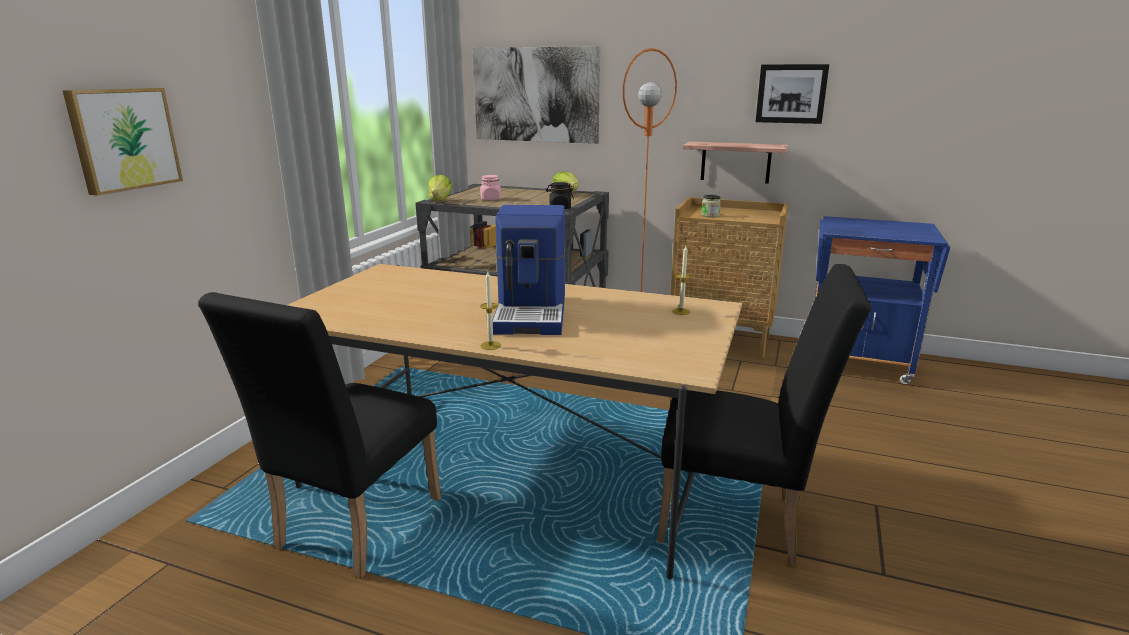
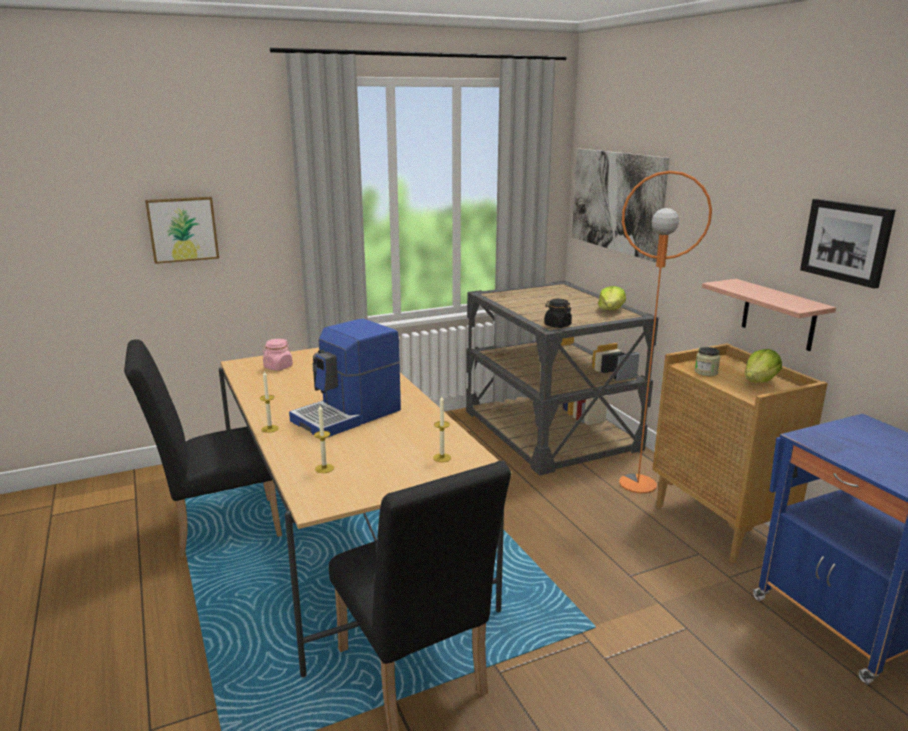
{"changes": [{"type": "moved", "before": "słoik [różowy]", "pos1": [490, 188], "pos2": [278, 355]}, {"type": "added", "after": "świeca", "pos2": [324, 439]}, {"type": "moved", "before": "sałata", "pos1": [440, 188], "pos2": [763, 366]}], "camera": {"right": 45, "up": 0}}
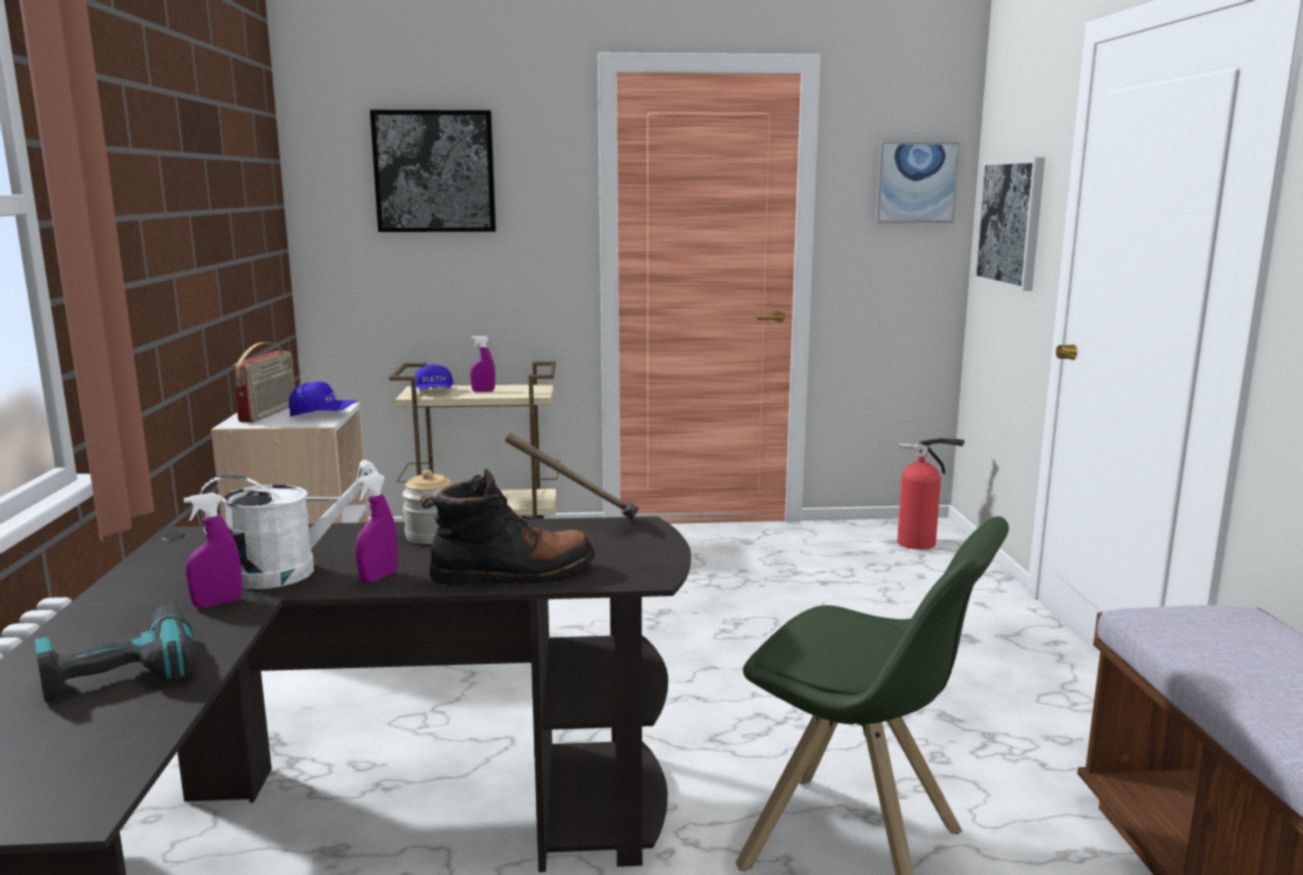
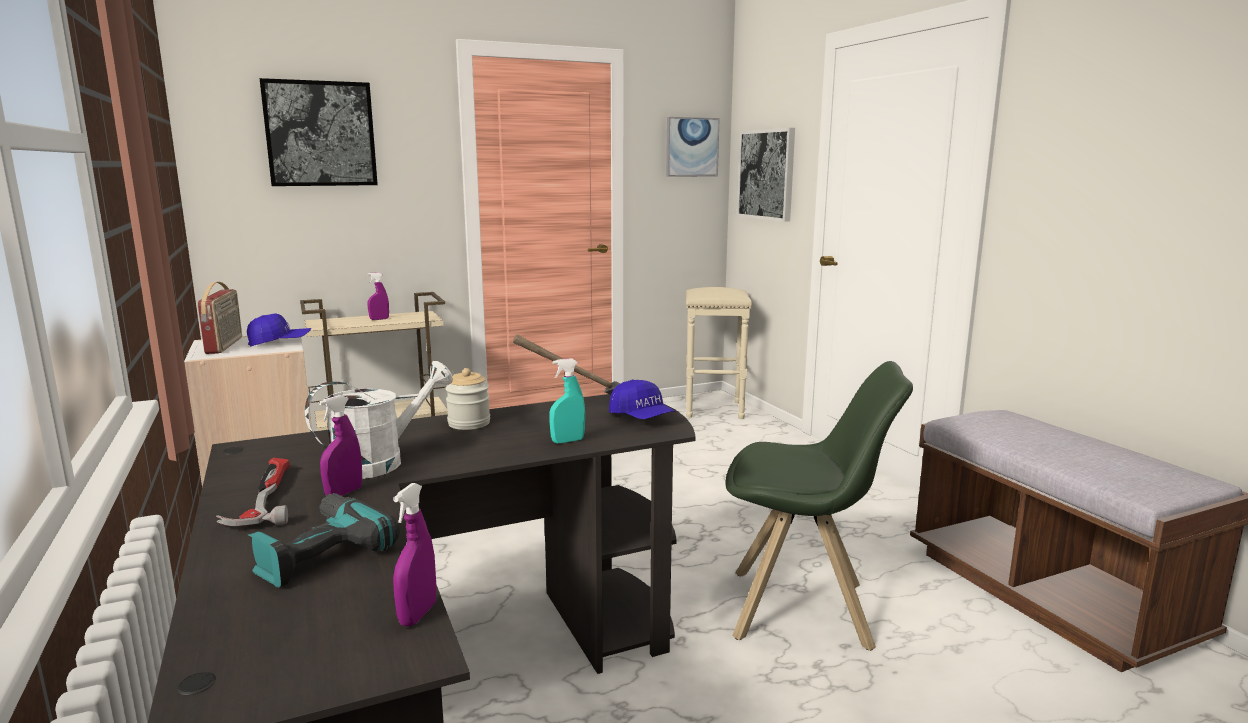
{"changes": [{"type": "added", "after": "młotek", "pos2": [253, 492]}, {"type": "moved", "before": "spryskiwacz [fioletowy]", "pos1": [376, 528], "pos2": [415, 554]}, {"type": "replaced", "before": "but z cholewką [czarny]", "after": "spryskiwacz [turkusowy]", "pos1": [507, 528], "pos2": [567, 400]}, {"type": "moved", "before": "czapka z daszkiem [niebieski]", "pos1": [434, 377], "pos2": [642, 399]}, {"type": "replaced", "before": "gaśnica", "after": "stołek [beżowy]", "pos1": [931, 494], "pos2": [719, 353]}], "camera": {"right": -20, "up": 0}}
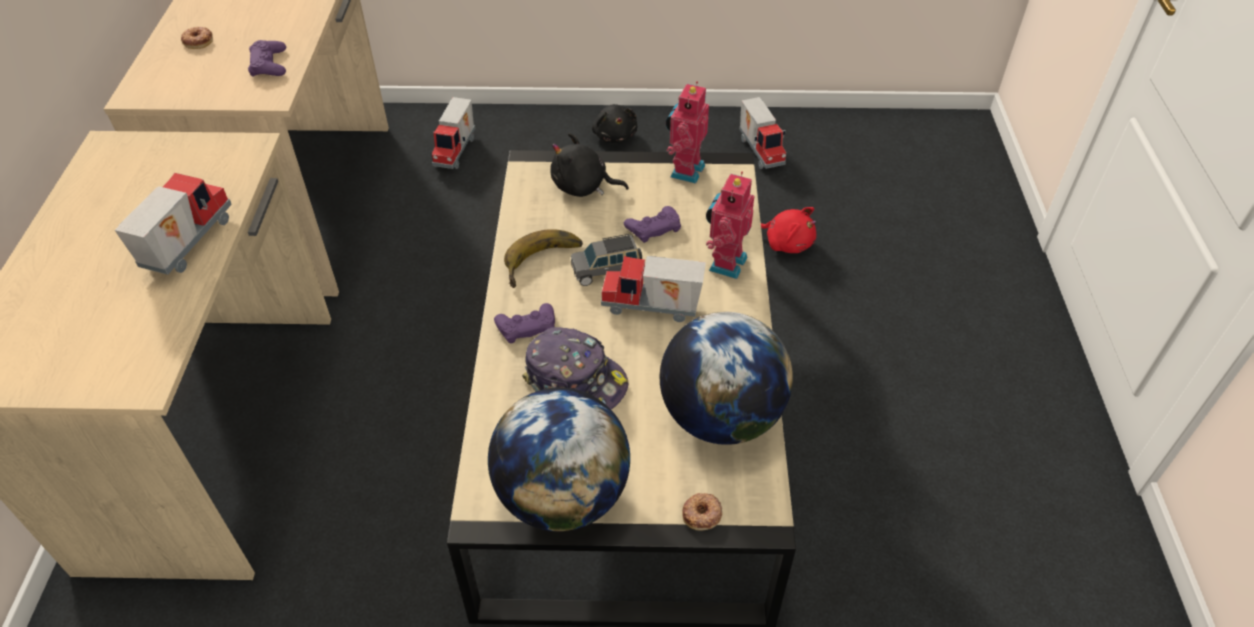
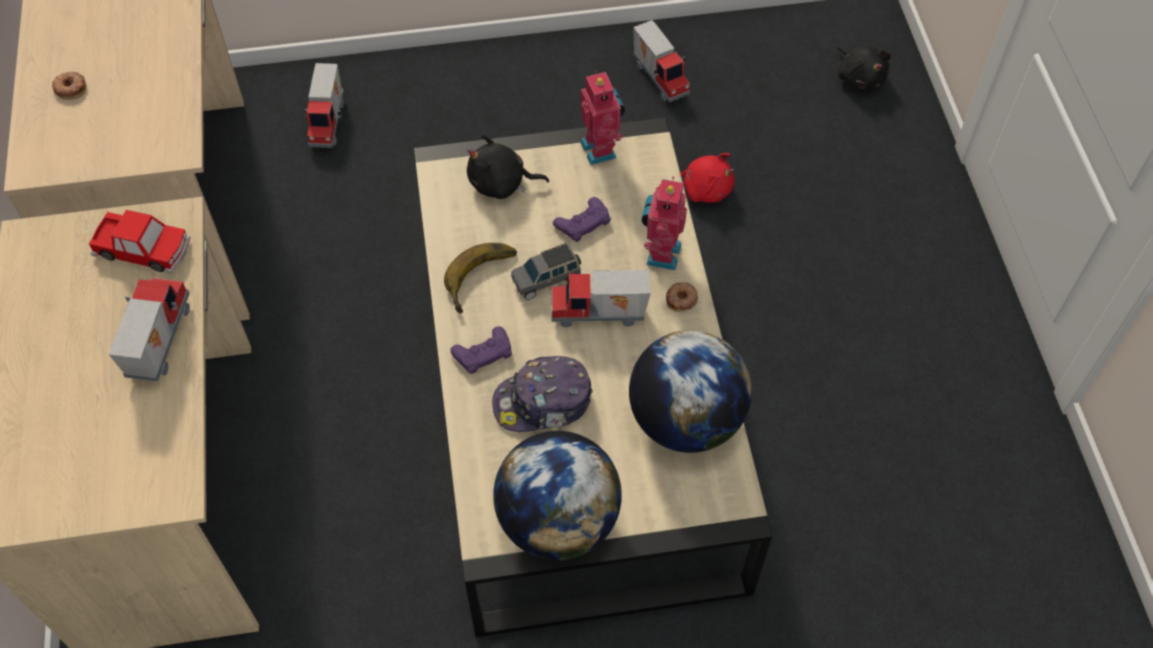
{"changes": [{"type": "added", "after": "samochodzik", "pos2": [139, 242]}, {"type": "turned", "before": "czapka z daszkiem", "pos1": [575, 368], "pos2": [542, 394], "turn": 150}, {"type": "turned", "before": "robot zabawkowy", "pos1": [687, 132], "pos2": [602, 117], "turn": 150}, {"type": "moved", "before": "donut", "pos1": [702, 512], "pos2": [682, 297]}, {"type": "moved", "before": "pluszak [czarny]", "pos1": [614, 123], "pos2": [864, 68]}, {"type": "removed", "before": "pad do gier [fioletowy]", "pos1": [267, 58]}], "camera": {"right": -10, "up": 10}}
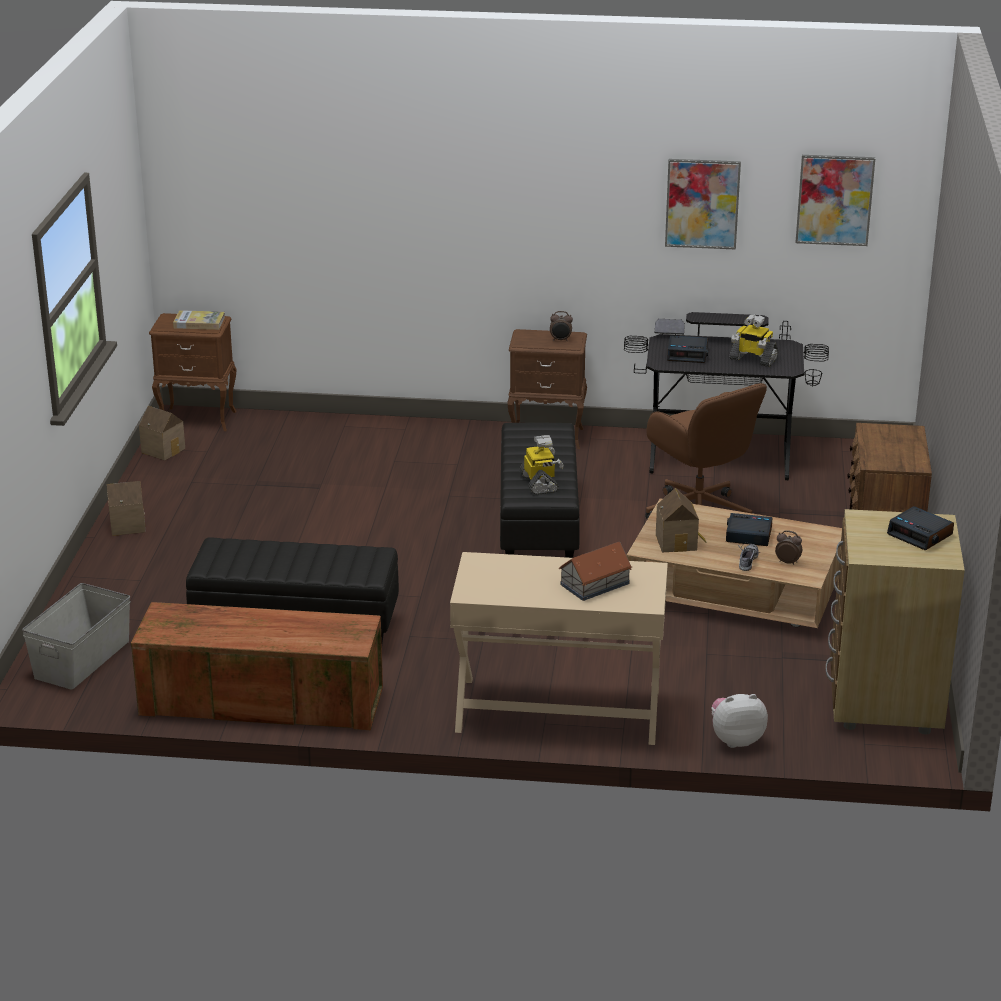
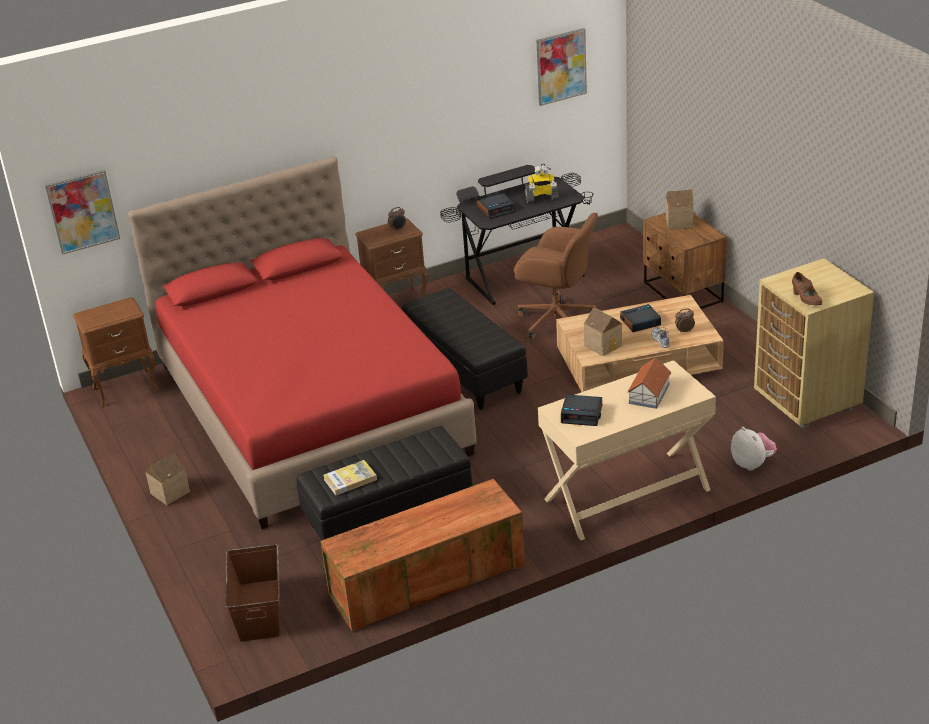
{"changes": [{"type": "moved", "before": "obraz", "pos1": [703, 204], "pos2": [82, 212]}, {"type": "added", "after": "łóżko [czerwony]", "pos2": [302, 343]}, {"type": "recoloured", "before": "pojemnik do przechowywania [szary]", "after": "pojemnik do przechowywania [brązowy]", "pos1": [76, 636], "pos2": [253, 593]}, {"type": "moved", "before": "książka", "pos1": [199, 320], "pos2": [350, 477]}, {"type": "moved", "before": "budzik", "pos1": [920, 528], "pos2": [581, 410]}, {"type": "moved", "before": "domek", "pos1": [162, 433], "pos2": [680, 210]}, {"type": "turned", "before": "pluszak", "pos1": [740, 721], "pos2": [754, 449], "turn": 105}, {"type": "added", "after": "but [brązowy]", "pos2": [807, 288]}, {"type": "removed", "before": "robot zabawkowy", "pos1": [541, 465]}], "camera": {"right": -30, "up": 5}}
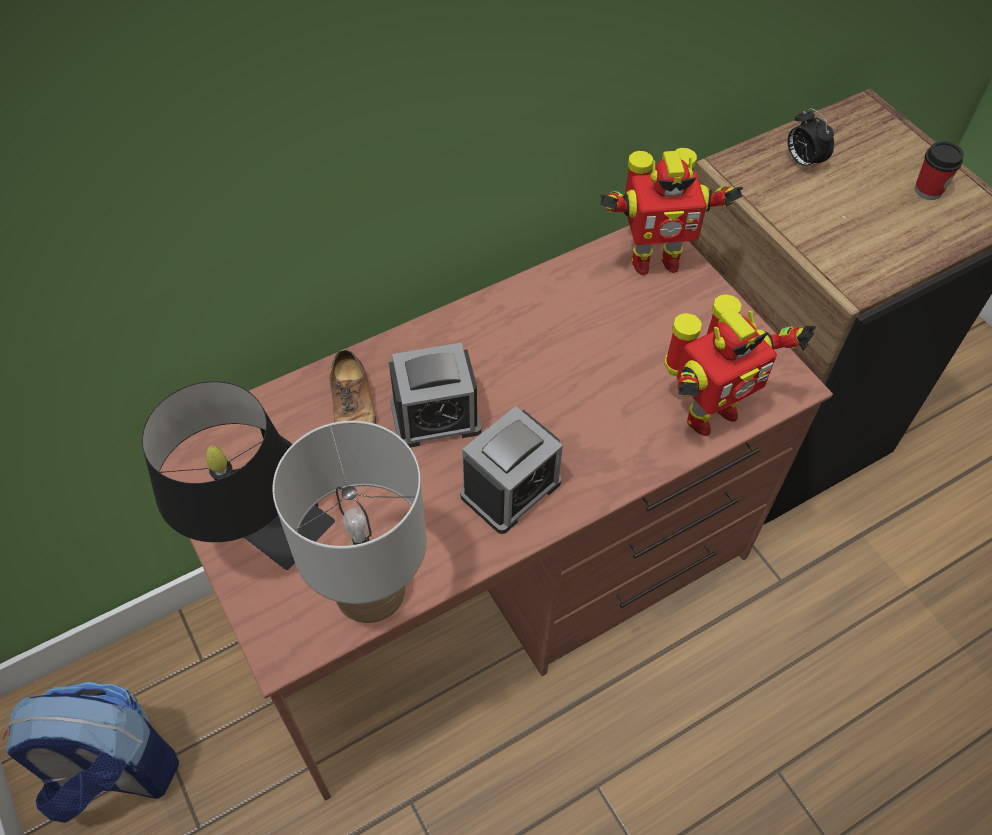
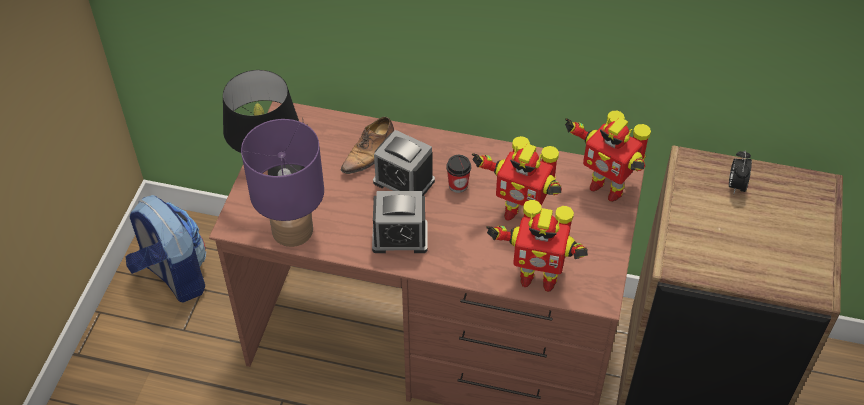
{"changes": [{"type": "recoloured", "before": "lampa stołowa [szary]", "after": "lampa stołowa [fioletowy]", "pos1": [349, 522], "pos2": [282, 183]}, {"type": "moved", "before": "filiżanka", "pos1": [939, 170], "pos2": [458, 174]}, {"type": "added", "after": "robot zabawkowy", "pos2": [517, 178]}], "camera": {"right": 45, "up": -5}}
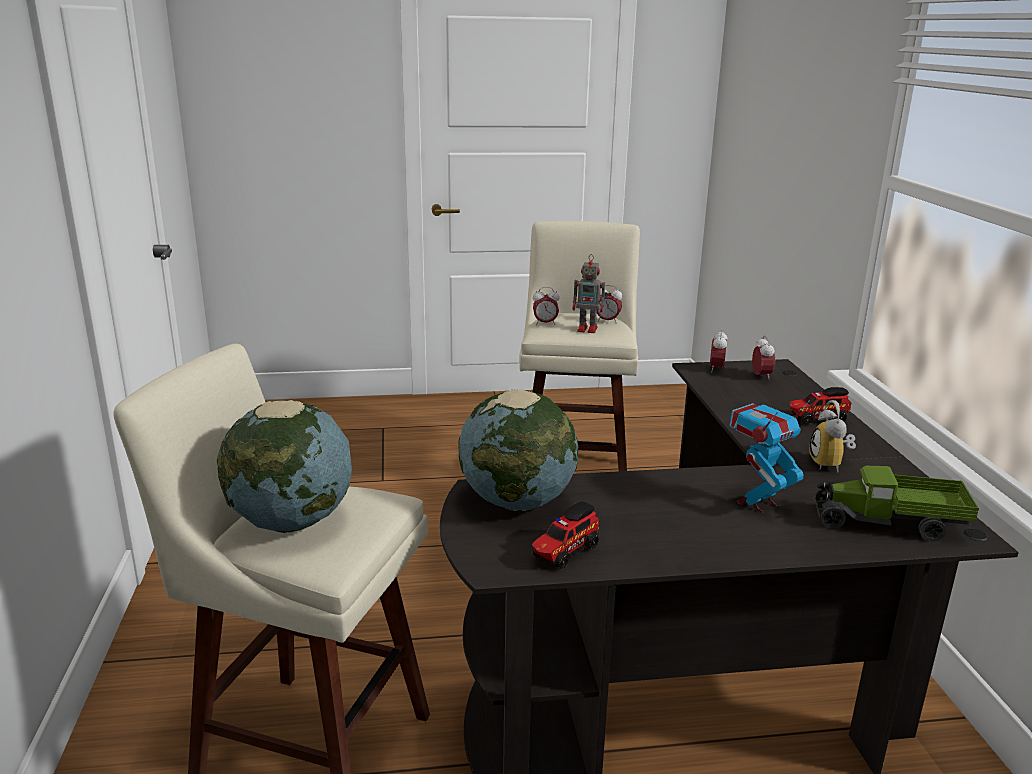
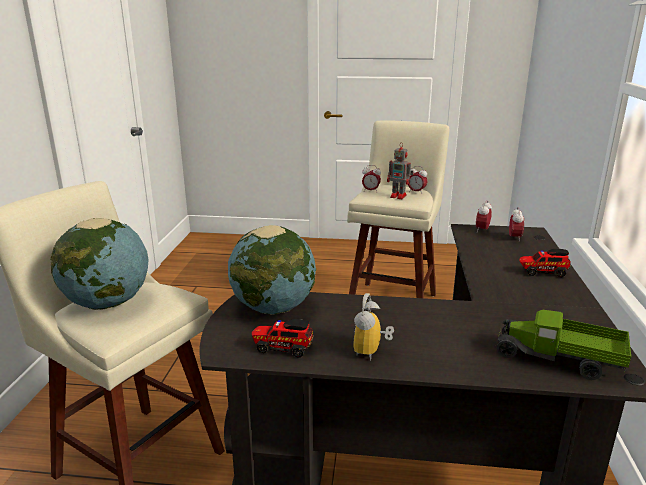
{"changes": [{"type": "turned", "before": "ciężarówka zabawkowa", "pos1": [566, 535], "pos2": [283, 338], "turn": 45}, {"type": "moved", "before": "budzik", "pos1": [832, 436], "pos2": [374, 326]}, {"type": "removed", "before": "robot zabawkowy", "pos1": [769, 456]}], "camera": {"right": 15, "up": 0}}
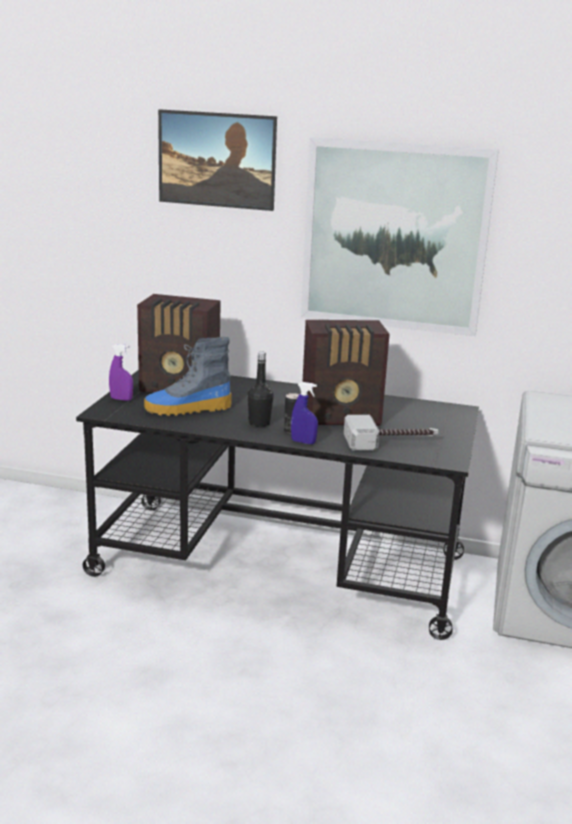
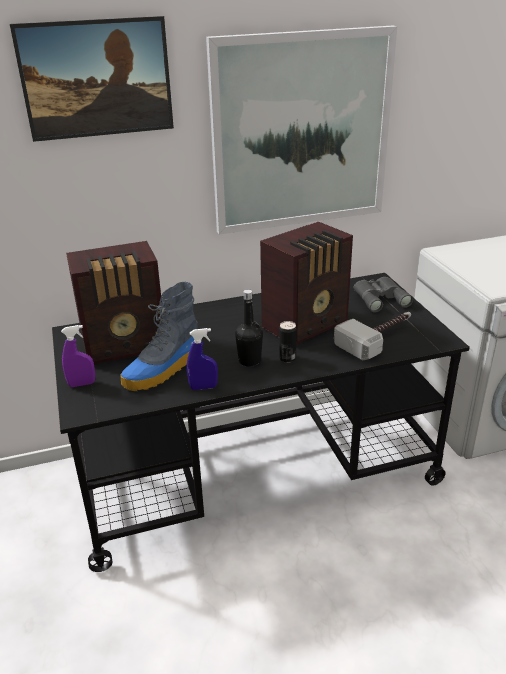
{"changes": [{"type": "moved", "before": "spryskiwacz [niebieski]", "pos1": [304, 413], "pos2": [202, 359]}, {"type": "added", "after": "lornetka [szary]", "pos2": [383, 295]}], "camera": {"right": -30, "up": 10}}
